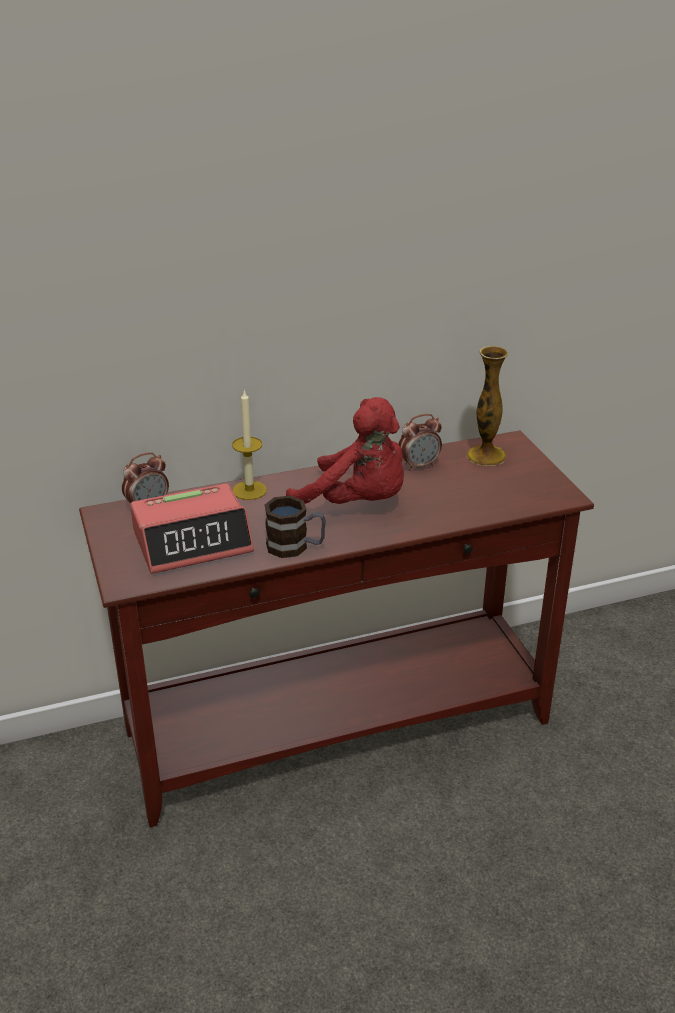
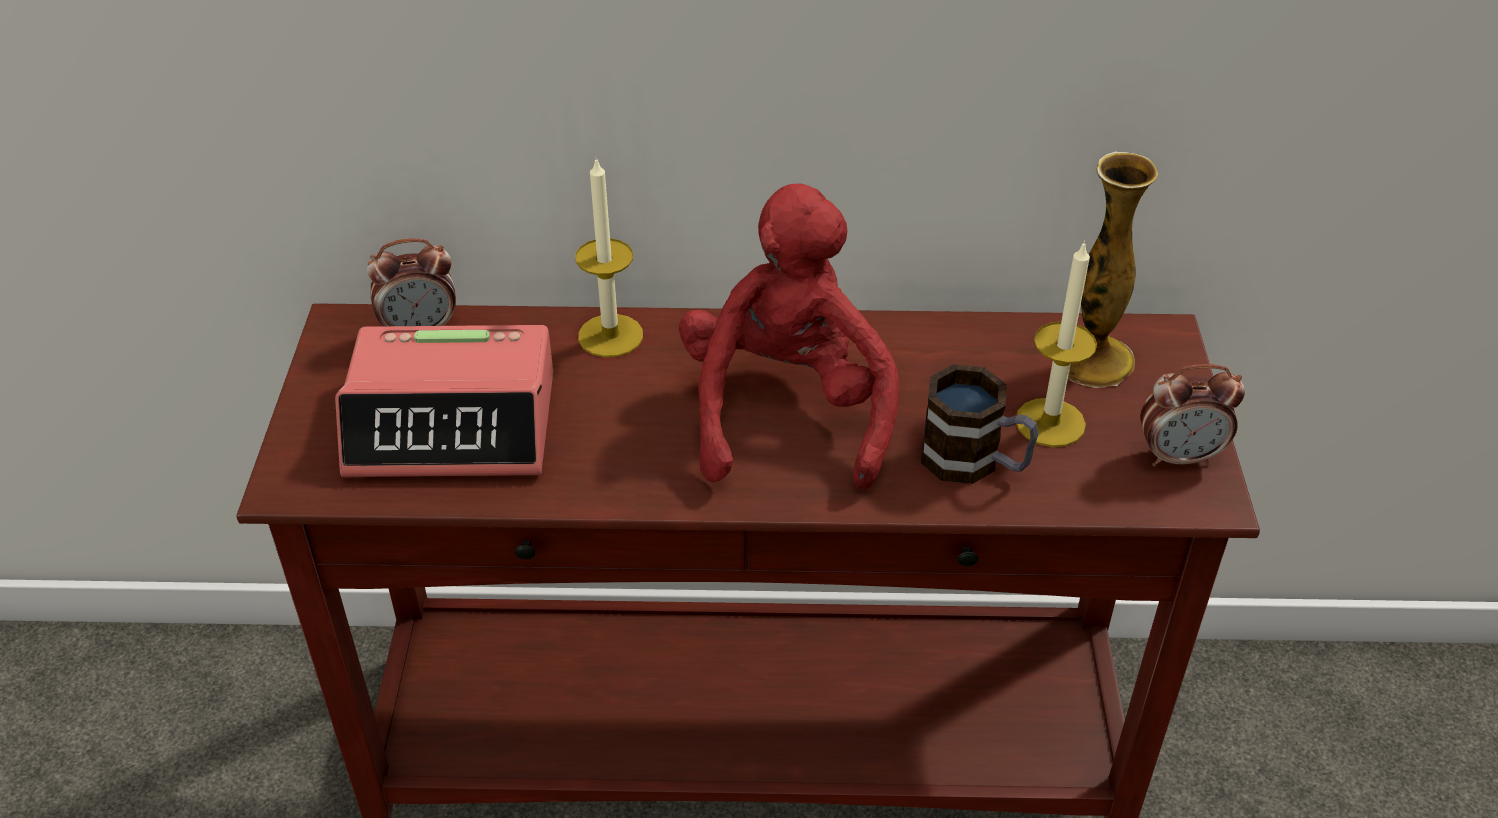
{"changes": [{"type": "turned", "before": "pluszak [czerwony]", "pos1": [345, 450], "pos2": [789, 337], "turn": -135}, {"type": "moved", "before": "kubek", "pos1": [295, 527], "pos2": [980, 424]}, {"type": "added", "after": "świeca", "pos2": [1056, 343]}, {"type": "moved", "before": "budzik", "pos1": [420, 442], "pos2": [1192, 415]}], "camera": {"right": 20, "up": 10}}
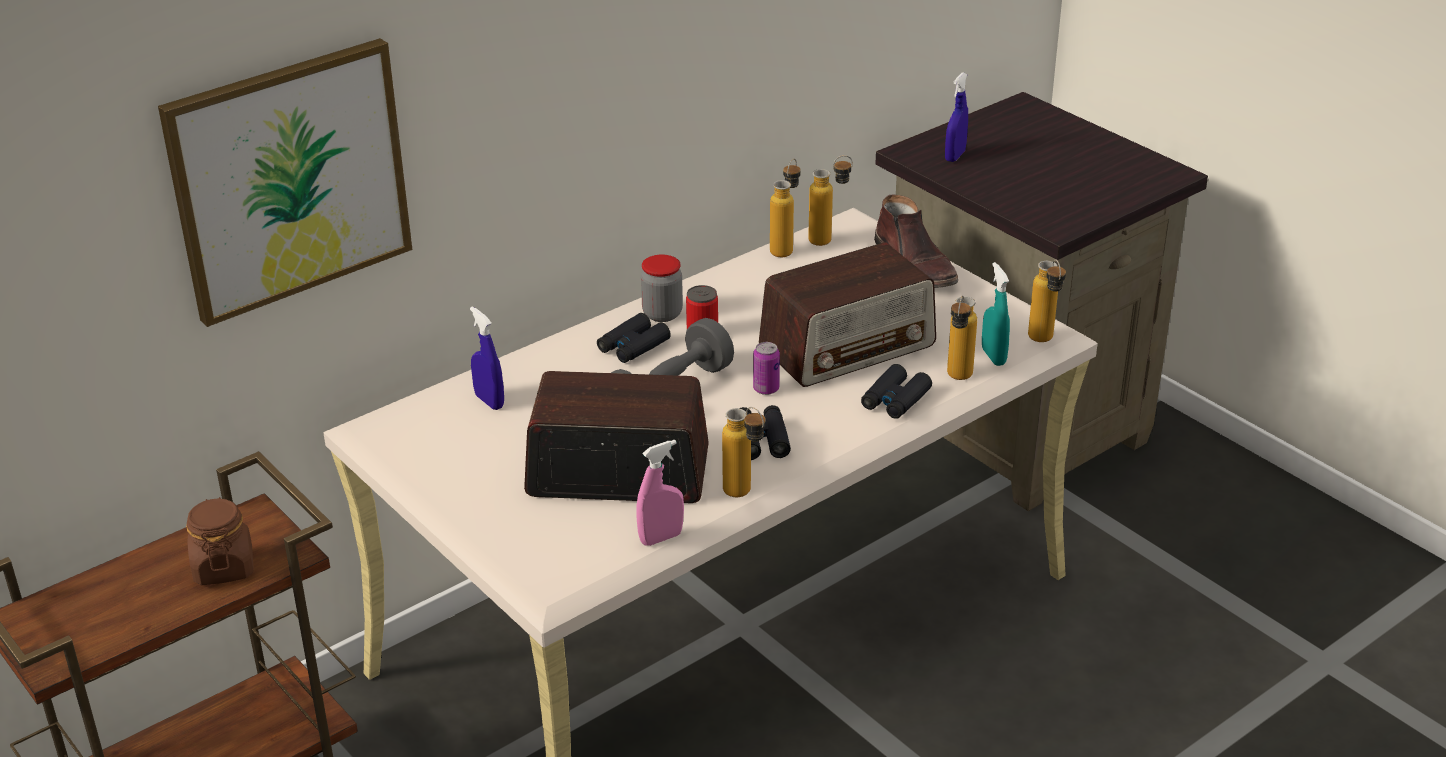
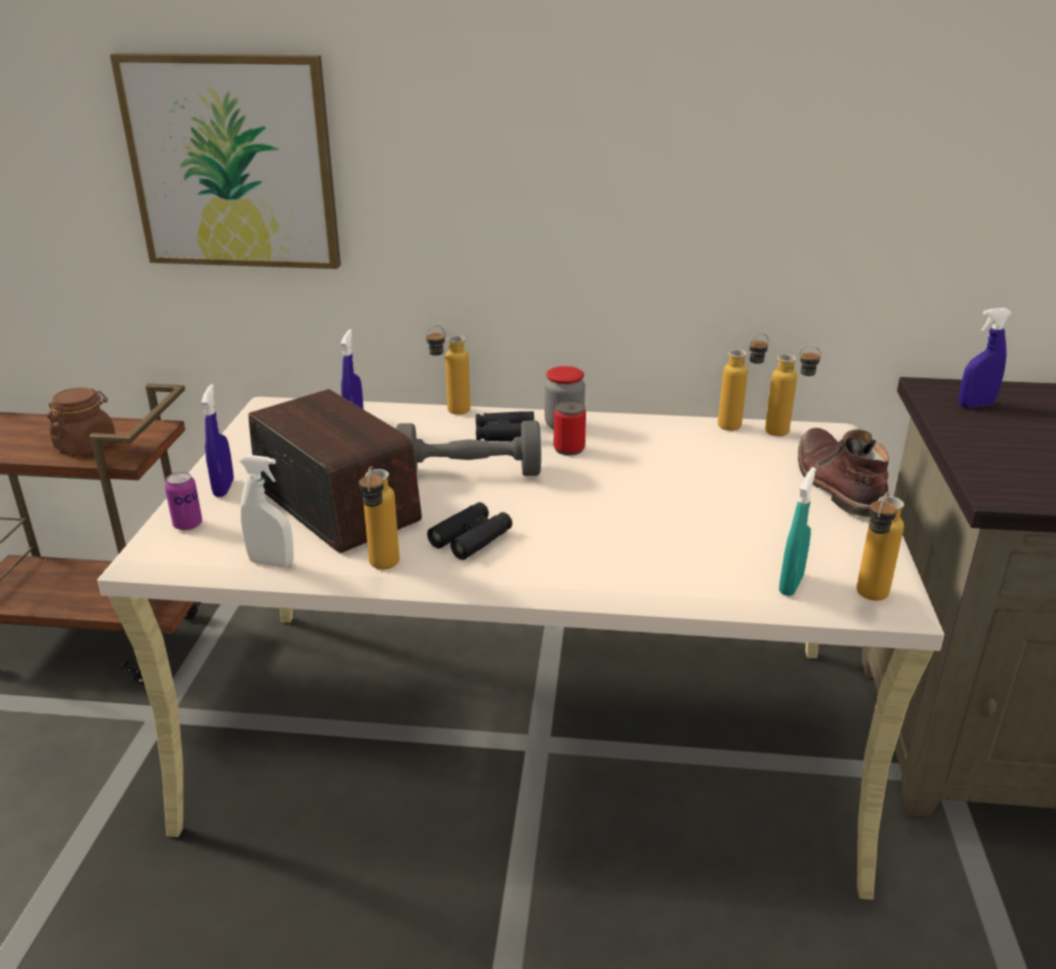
{"changes": [{"type": "moved", "before": "puszka", "pos1": [766, 368], "pos2": [183, 501]}, {"type": "added", "after": "spryskiwacz [niebieski]", "pos2": [217, 440]}, {"type": "recoloured", "before": "spryskiwacz [różowy]", "after": "spryskiwacz [biały]", "pos1": [660, 493], "pos2": [266, 511]}, {"type": "moved", "before": "butelka", "pos1": [962, 338], "pos2": [448, 370]}, {"type": "turned", "before": "but z cholewką [brązowy]", "pos1": [916, 241], "pos2": [843, 472], "turn": 150}, {"type": "removed", "before": "radio", "pos1": [847, 315]}, {"type": "removed", "before": "lornetka [czarny]", "pos1": [896, 391]}], "camera": {"right": 45, "up": -5}}
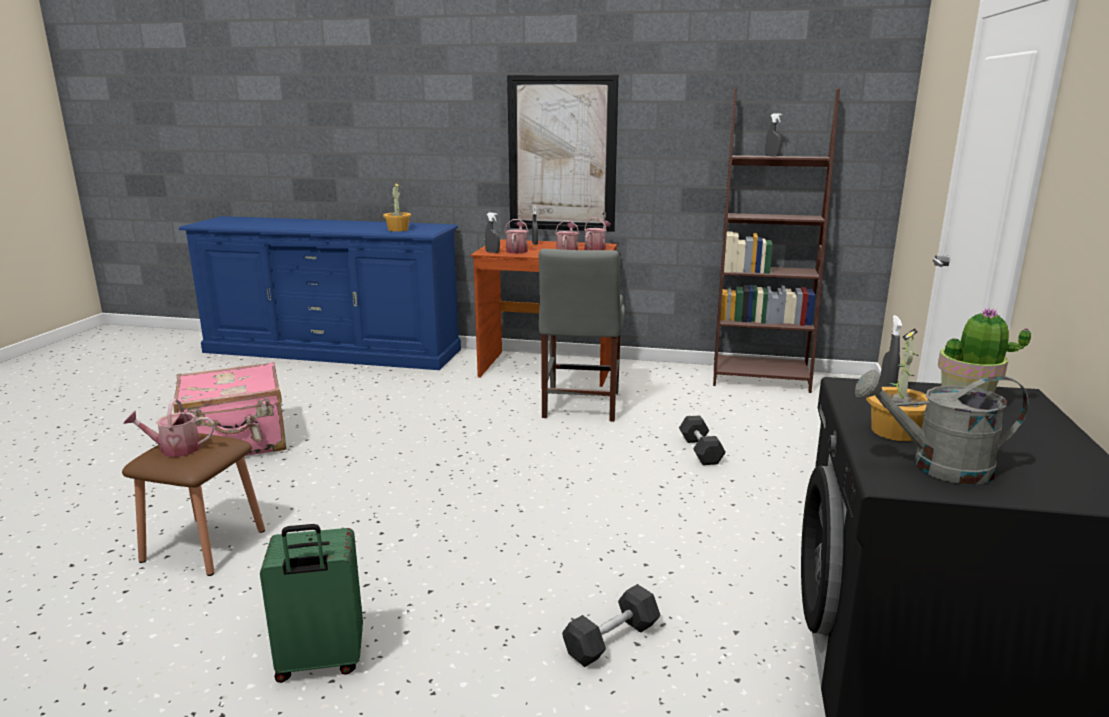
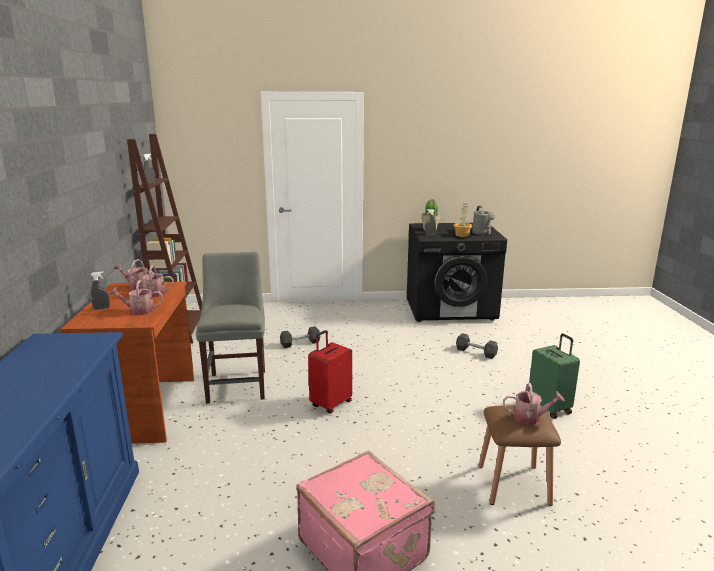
{"changes": [{"type": "turned", "before": "krzesło [szary]", "pos1": [582, 335], "pos2": [230, 328], "turn": -90}, {"type": "added", "after": "walizka [czerwony]", "pos2": [330, 372]}, {"type": "turned", "before": "konewka", "pos1": [169, 428], "pos2": [534, 404], "turn": -60}, {"type": "removed", "before": "roślina doniczkowa", "pos1": [397, 207]}, {"type": "removed", "before": "spryskiwacz [szary]", "pos1": [492, 232]}, {"type": "removed", "before": "obraz", "pos1": [563, 153]}], "camera": {"right": -105, "up": 0}}
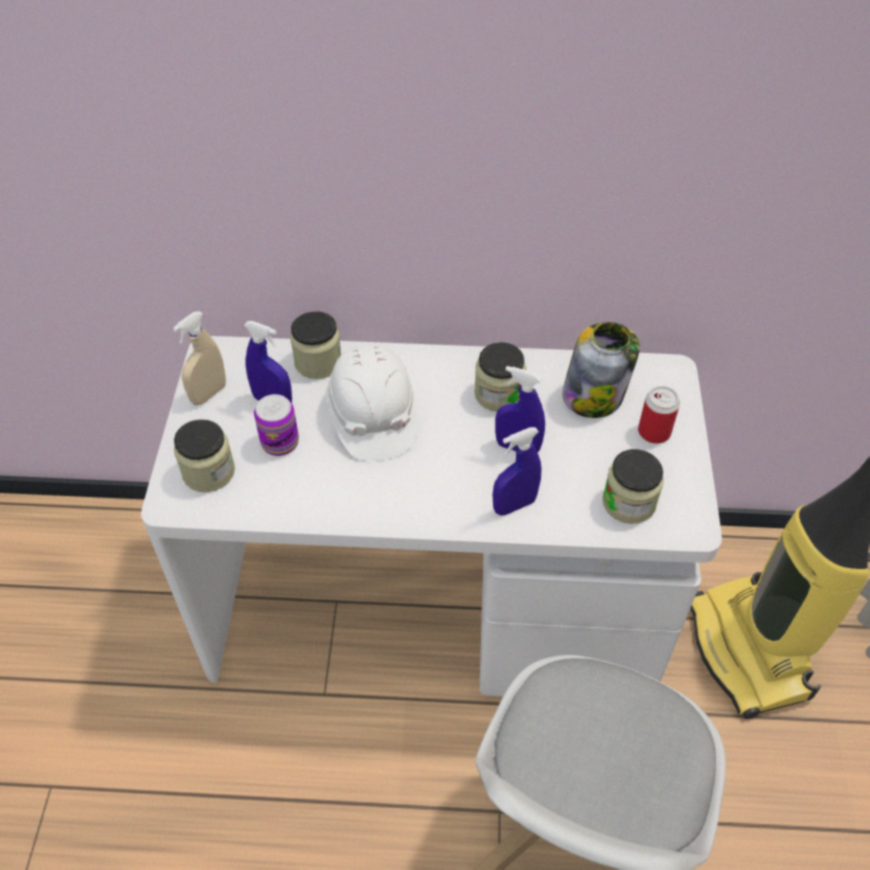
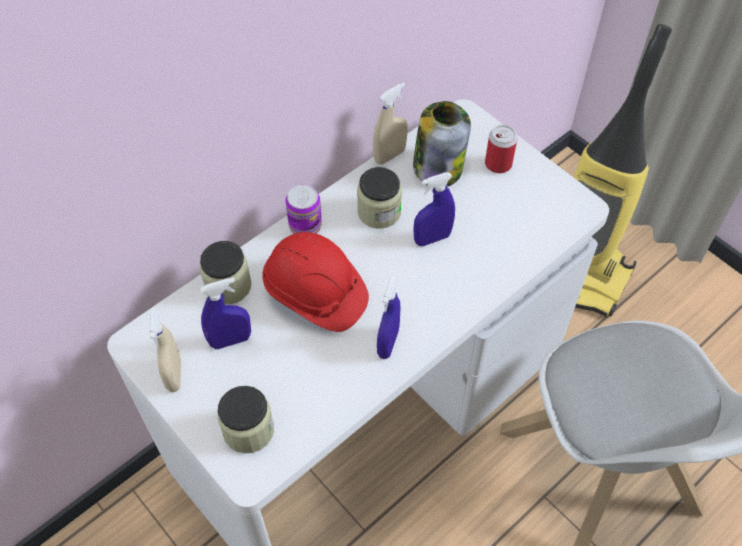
{"changes": [{"type": "recoloured", "before": "kask [biały]", "after": "kask [czerwony]", "pos1": [371, 402], "pos2": [315, 282]}, {"type": "moved", "before": "puszka", "pos1": [276, 425], "pos2": [304, 209]}, {"type": "added", "after": "spryskiwacz [beżowy]", "pos2": [390, 123]}, {"type": "moved", "before": "spryskiwacz [niebieski]", "pos1": [517, 471], "pos2": [389, 317]}, {"type": "removed", "before": "słoik", "pos1": [633, 486]}], "camera": {"right": -45, "up": 5}}
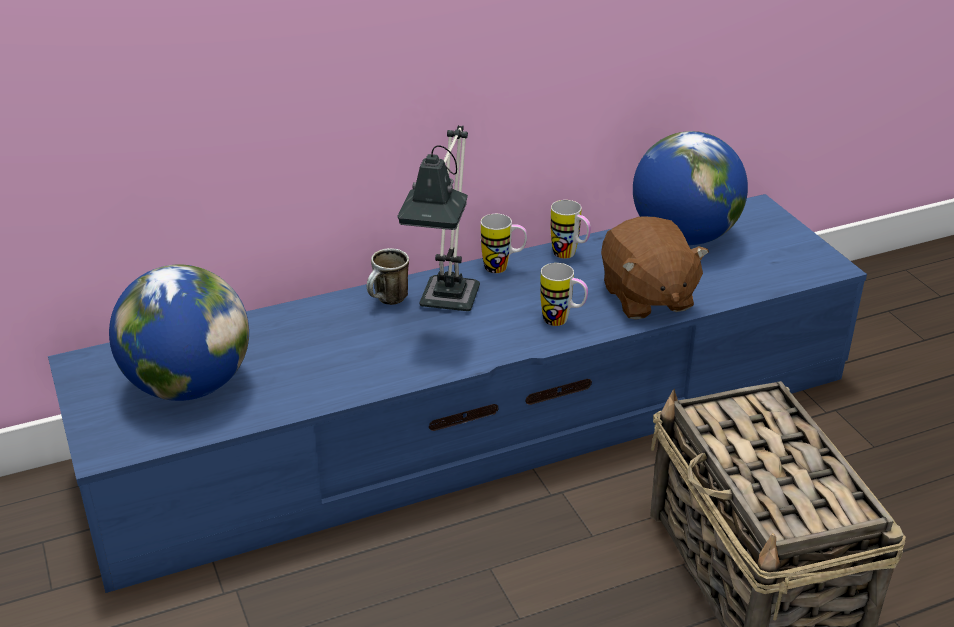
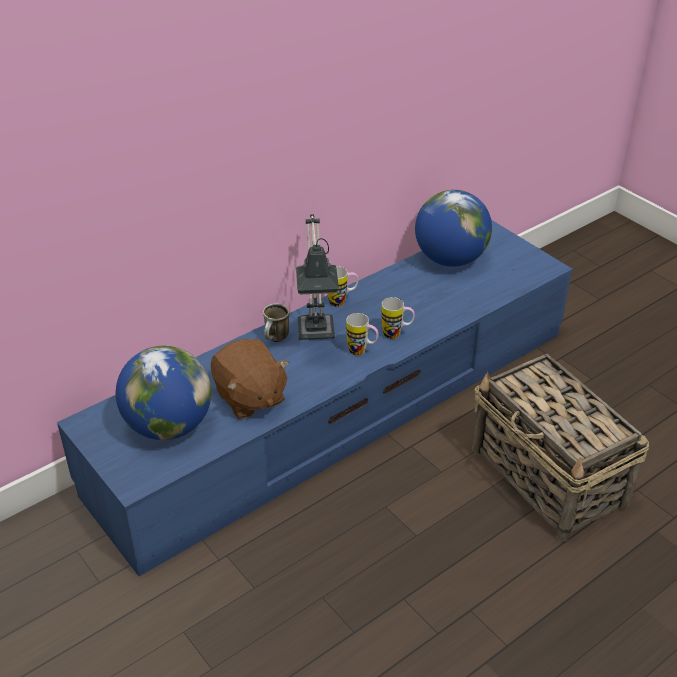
{"changes": [{"type": "moved", "before": "pluszak [brązowy]", "pos1": [655, 268], "pos2": [250, 379]}, {"type": "moved", "before": "kubek", "pos1": [571, 229], "pos2": [362, 334]}], "camera": {"right": -15, "up": 5}}
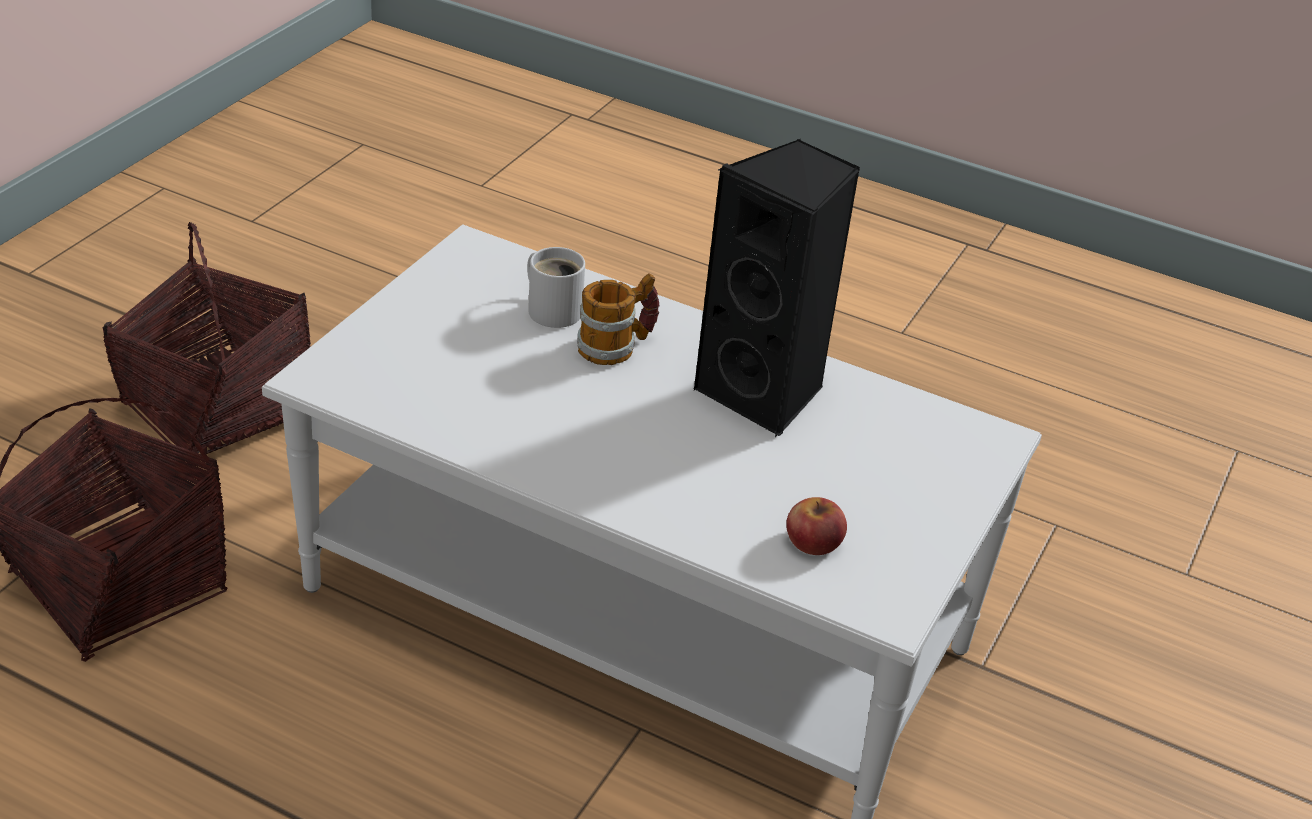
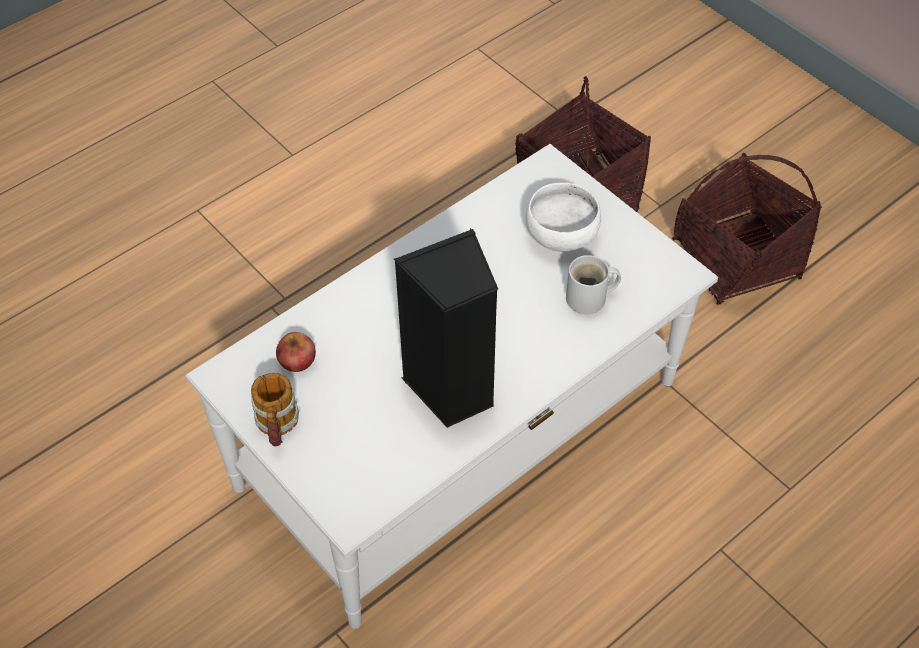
{"changes": [{"type": "moved", "before": "kubek", "pos1": [618, 319], "pos2": [275, 409]}, {"type": "added", "after": "miska [biały]", "pos2": [563, 217]}], "camera": {"right": 115, "up": 15}}
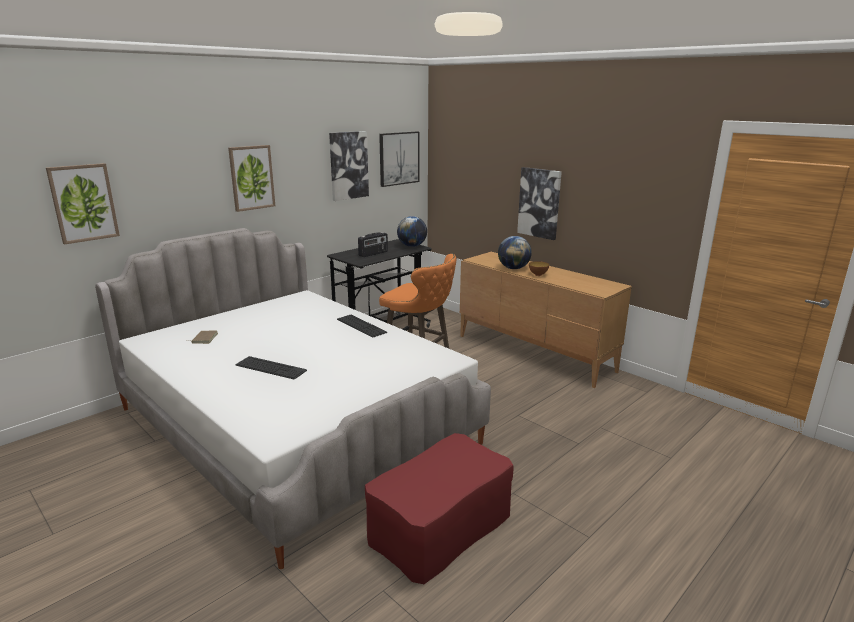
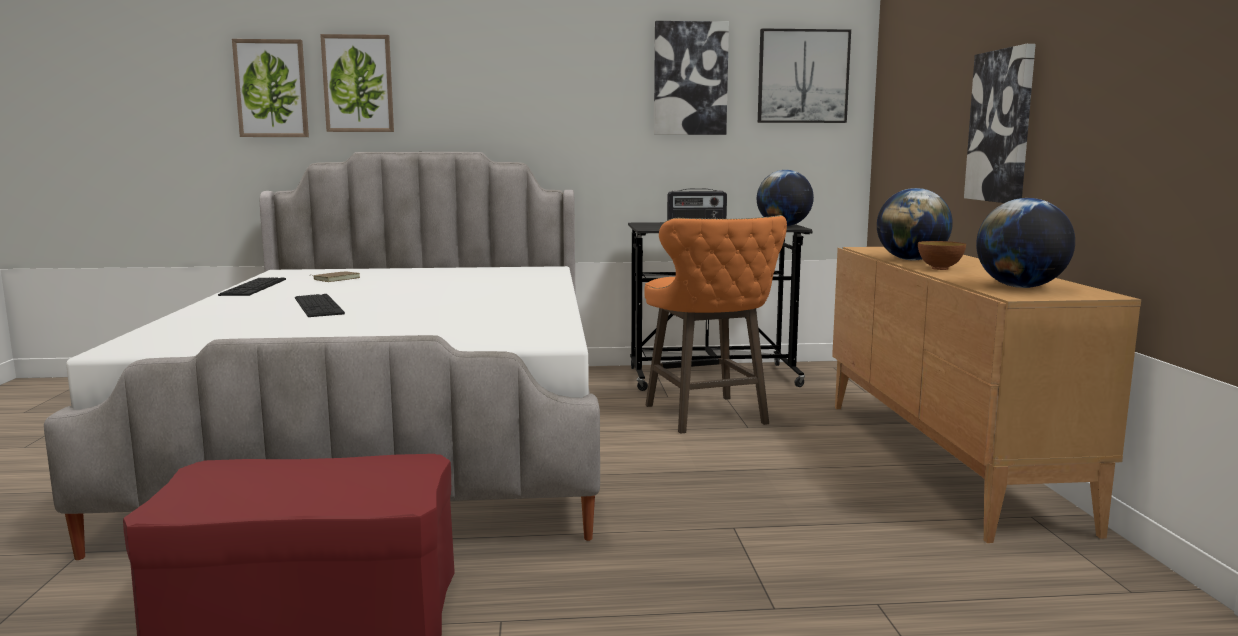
{"changes": [{"type": "moved", "before": "klawiatura", "pos1": [362, 326], "pos2": [252, 286]}, {"type": "moved", "before": "obraz", "pos1": [251, 178], "pos2": [357, 83]}, {"type": "added", "after": "globus", "pos2": [1025, 243]}], "camera": {"right": 40, "up": -10}}
